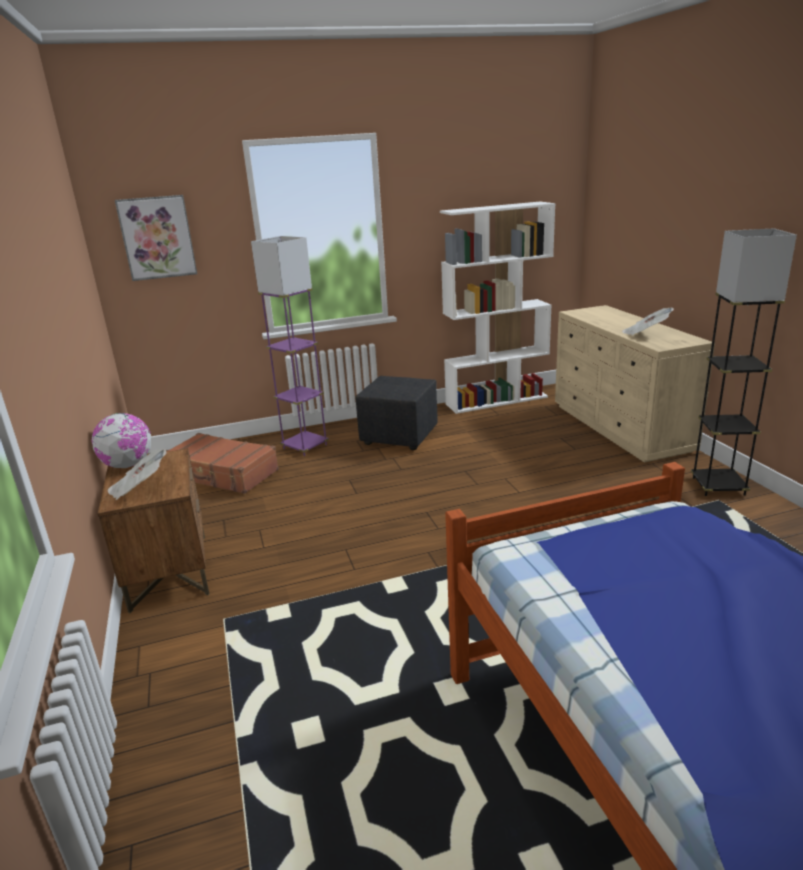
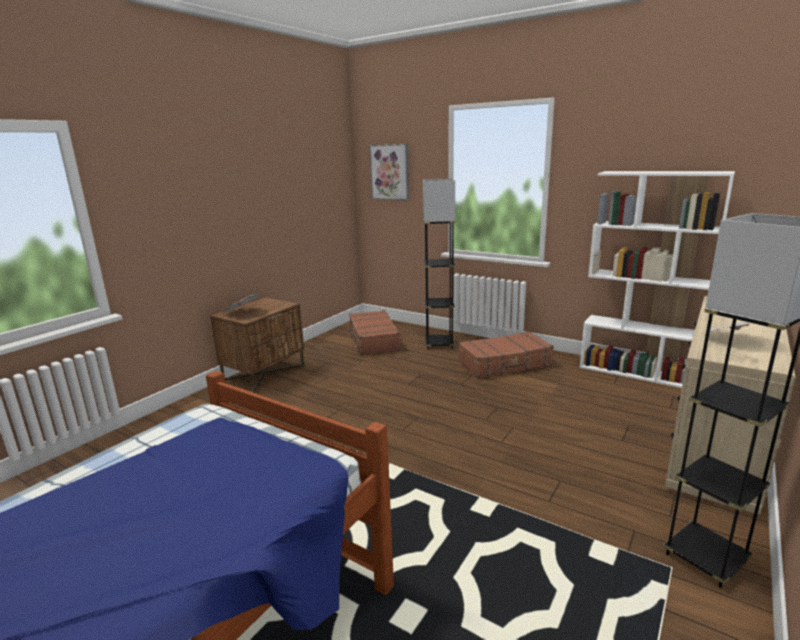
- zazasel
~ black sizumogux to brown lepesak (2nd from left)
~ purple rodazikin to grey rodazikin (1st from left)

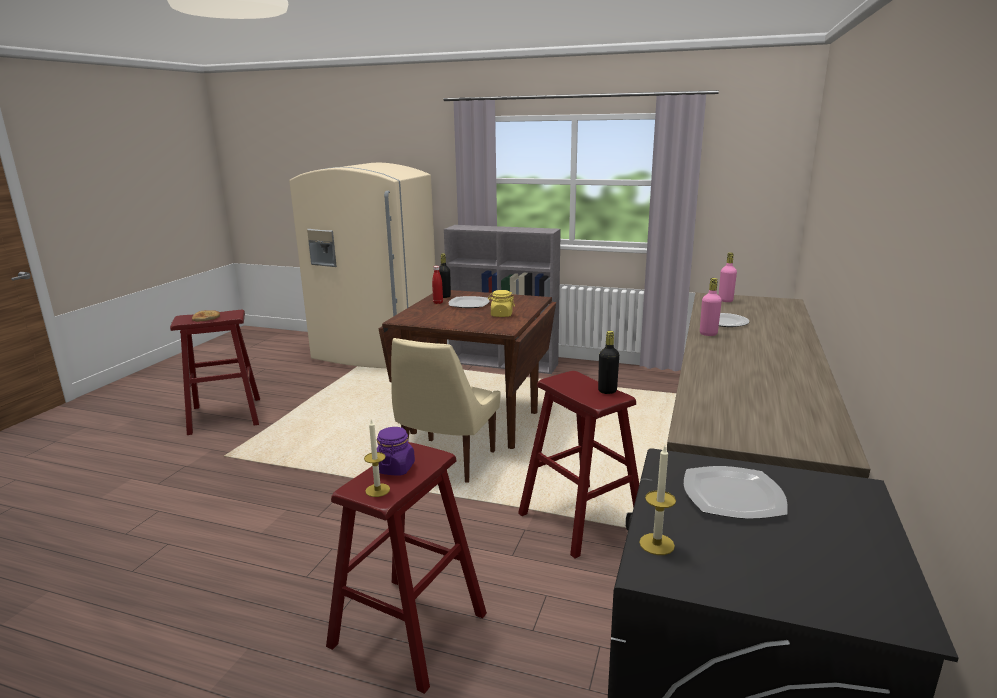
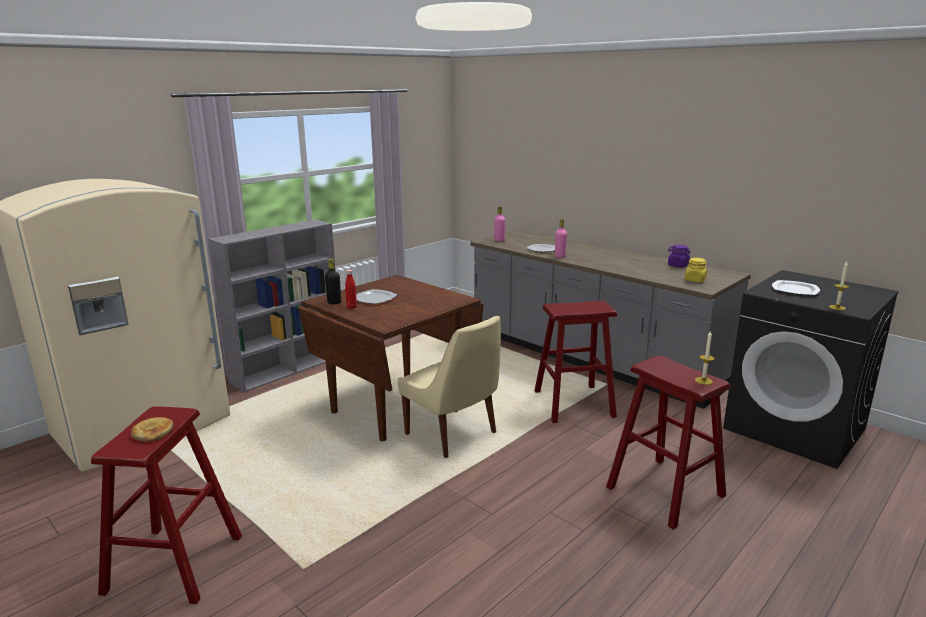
- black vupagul (2nd from left)
~ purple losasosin
~ yellow losasosin

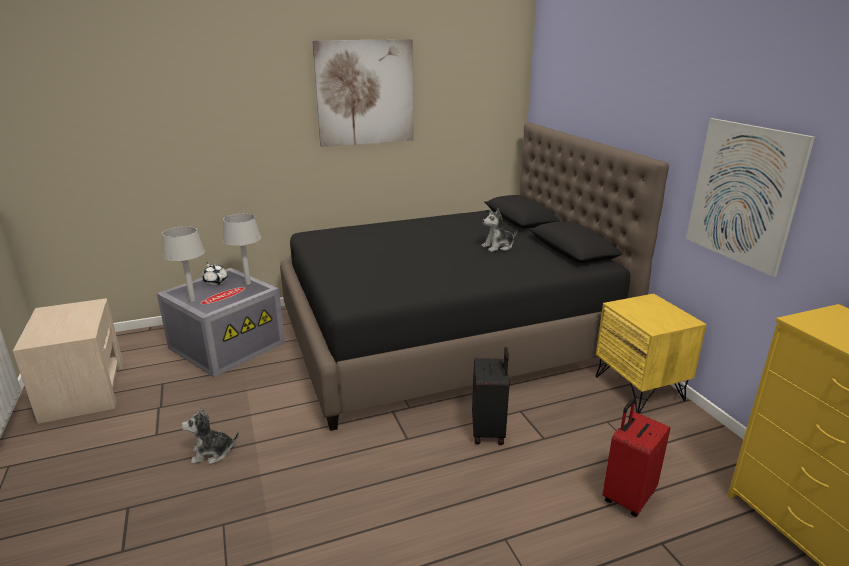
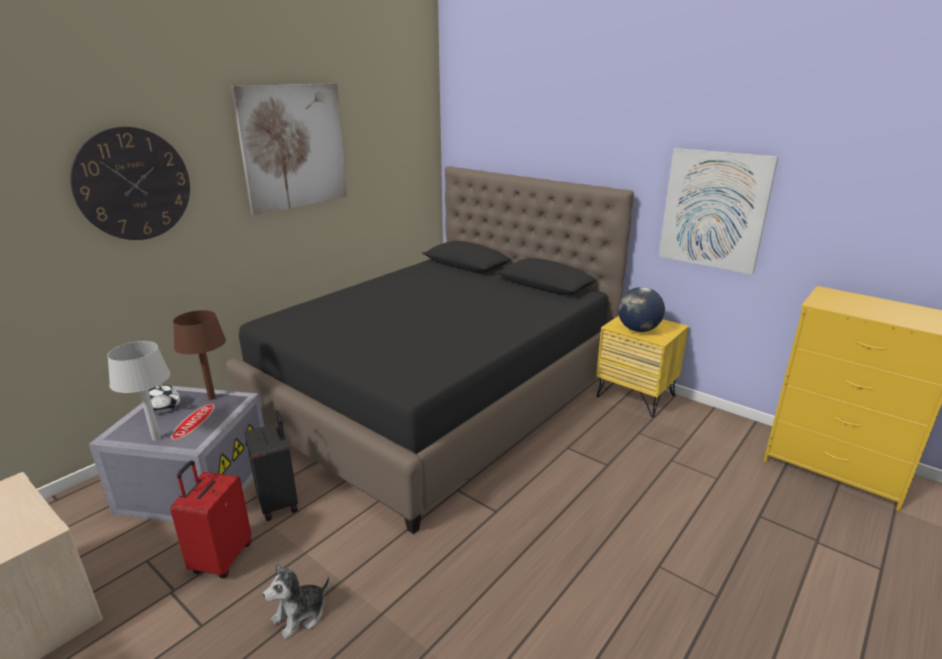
- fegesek (2nd from left)
+ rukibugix
+ zazasel
~ black lepesak
~ red lepesak
~ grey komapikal (2nd from left) to brown komapikal

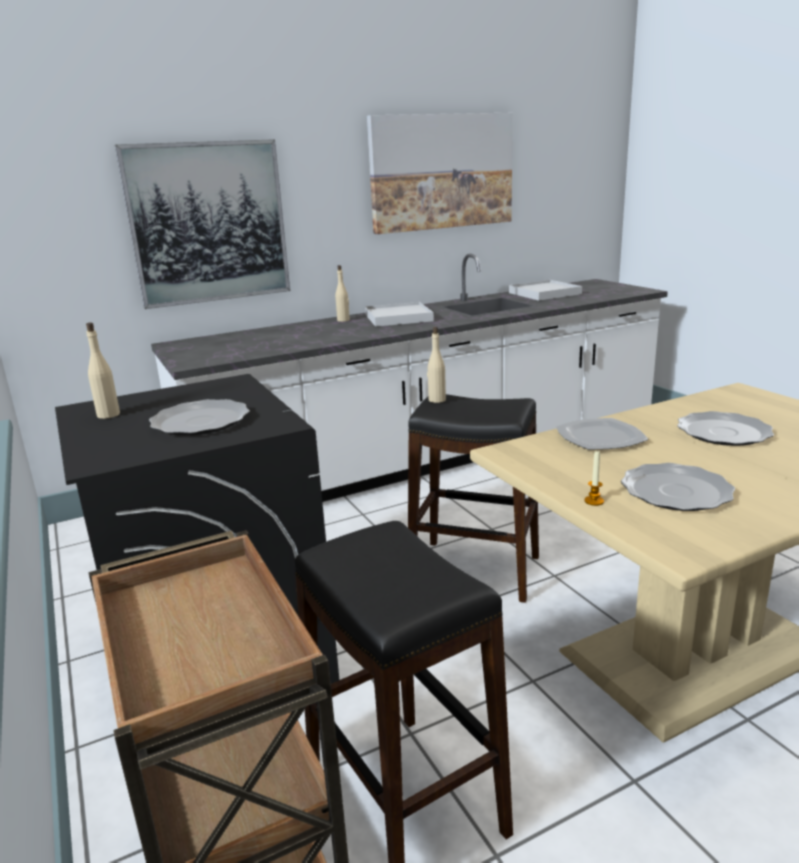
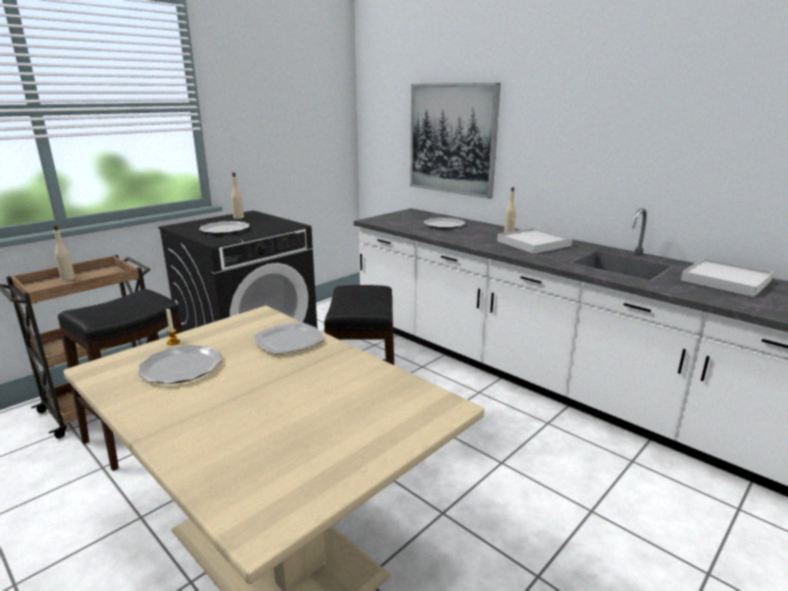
- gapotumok (2nd from left)
~ beige vupagul (3rd from left in the first image) to beige vupagul (1st from left)
~ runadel (4th from left)

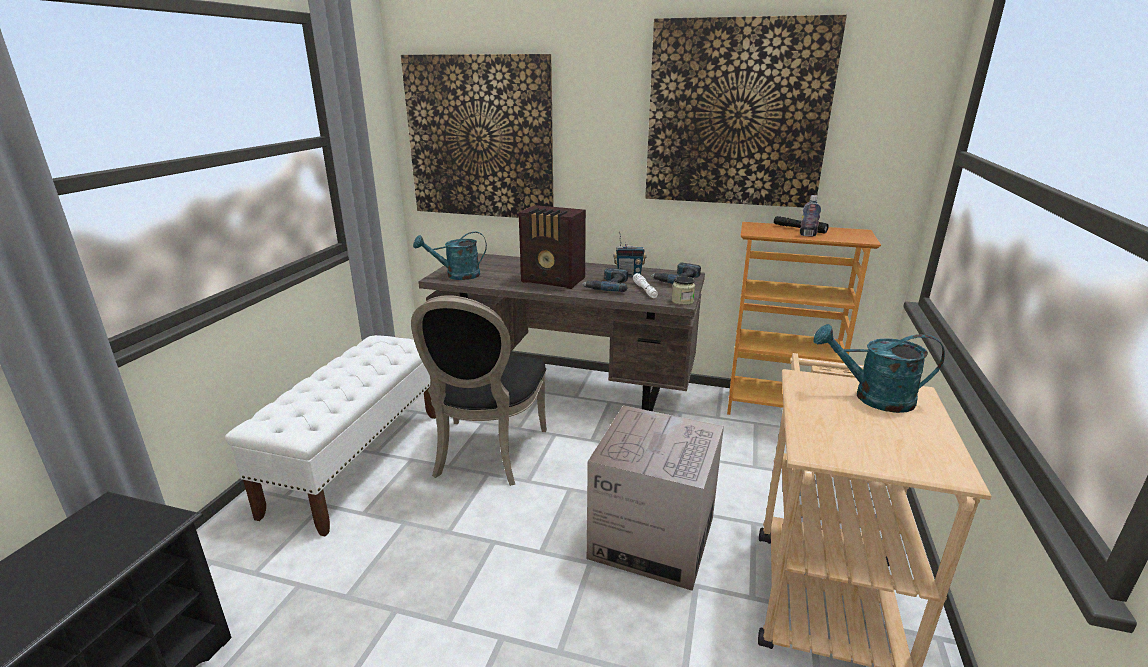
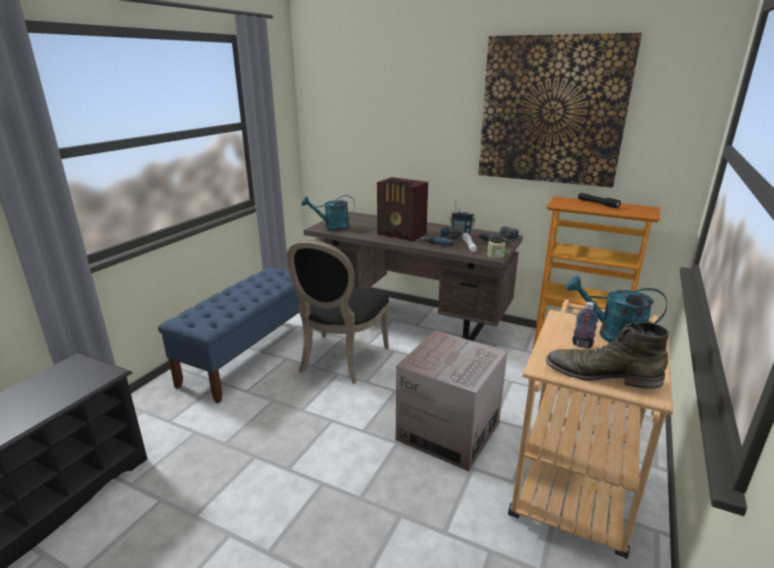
- gapotumok (1st from left)
+ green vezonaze
~ vupagul
~ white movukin to blue movukin

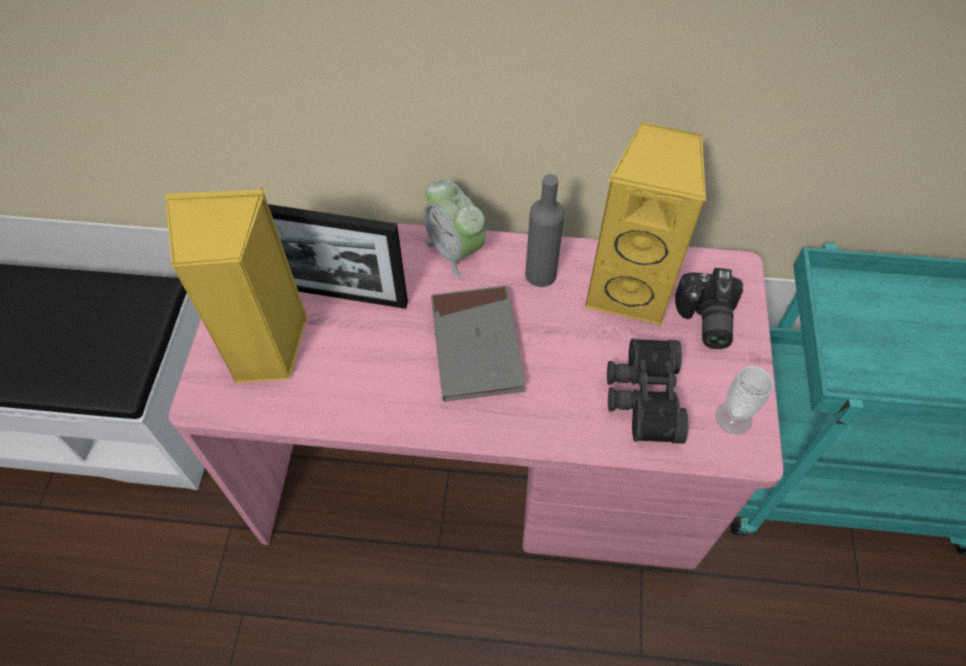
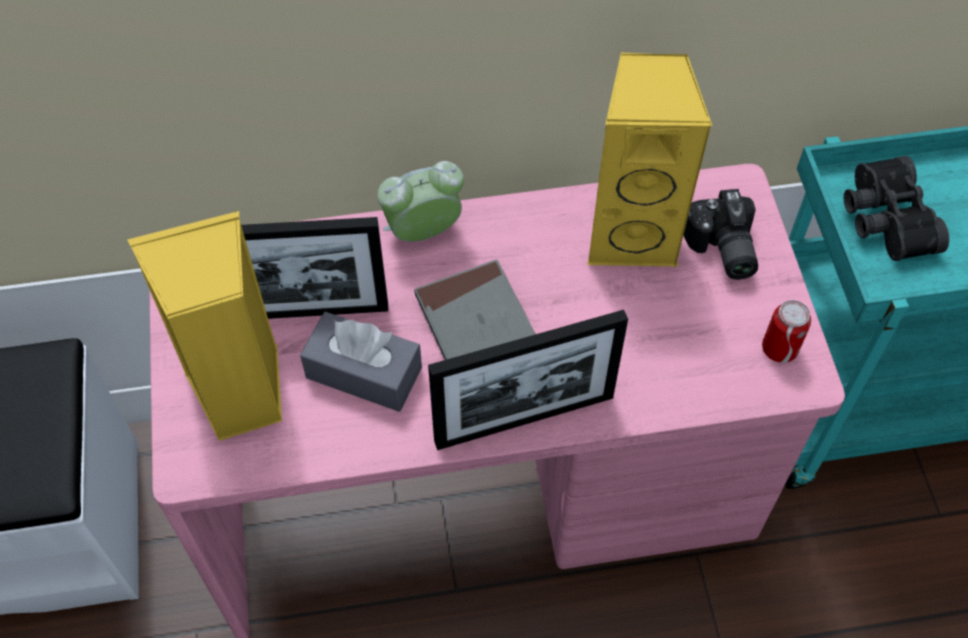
- grey vupagul
+ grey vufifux
+ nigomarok (2nd from left)
~ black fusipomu
~ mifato to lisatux
~ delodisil 120 degrees clockwise

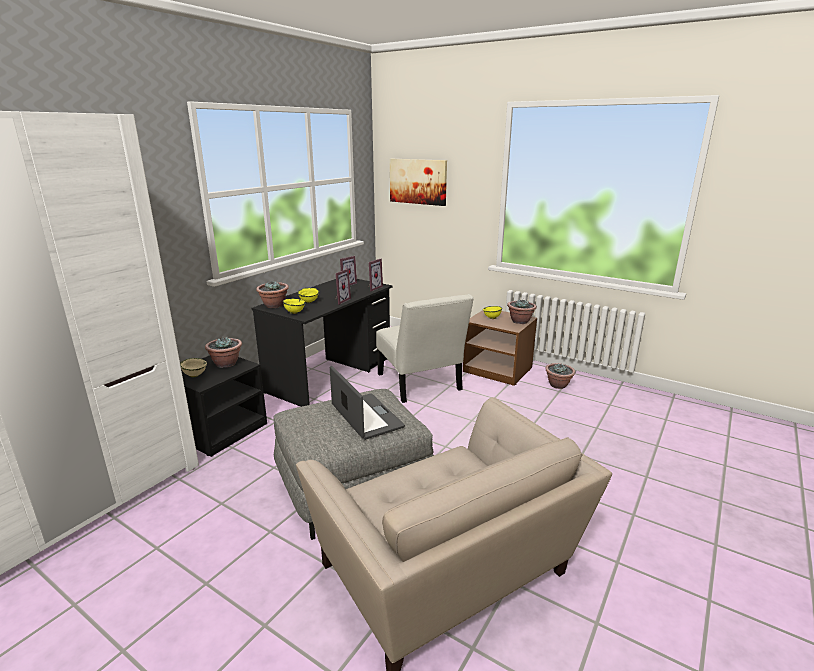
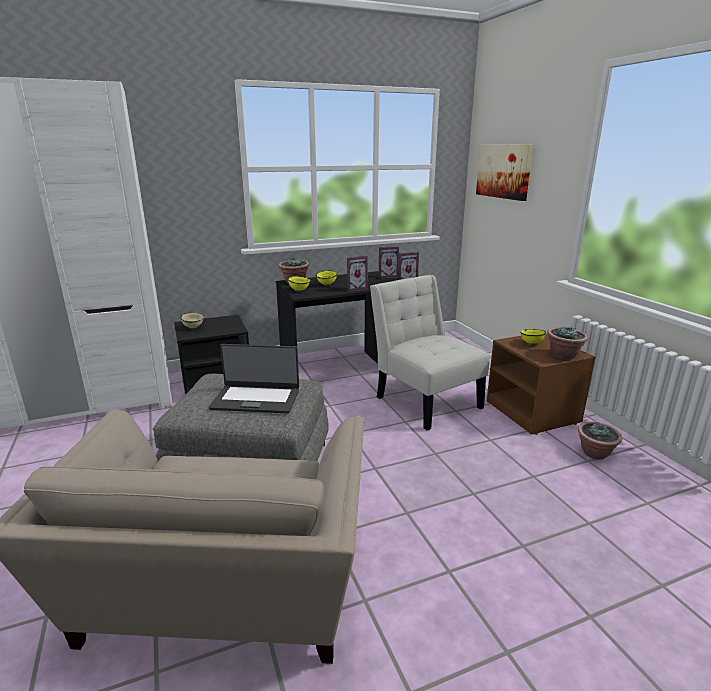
- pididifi (1st from left)
~ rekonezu 90 degrees clockwise
~ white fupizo 135 degrees clockwise

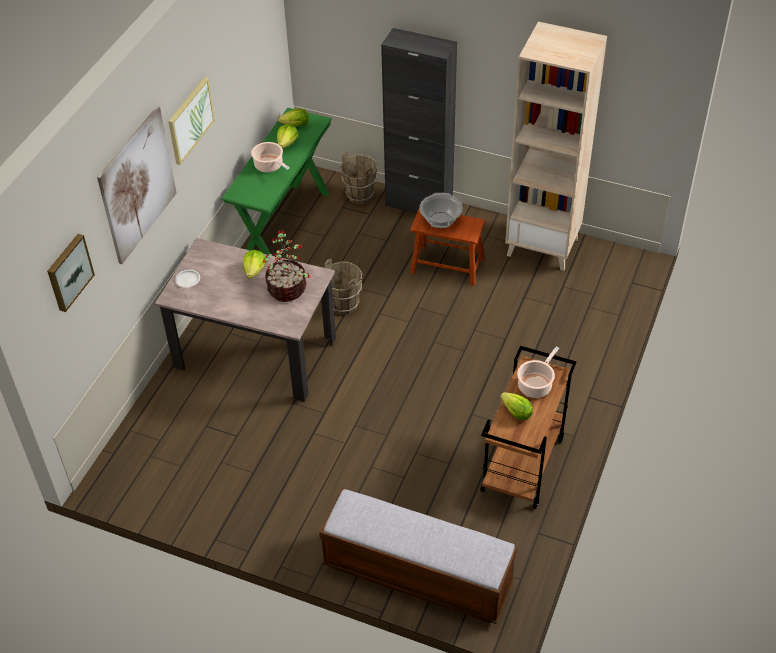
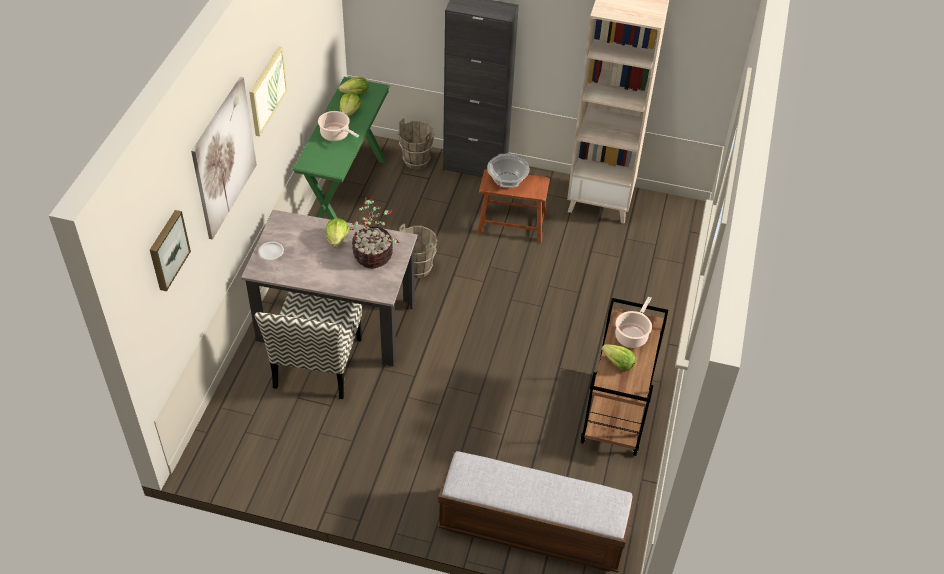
+ fupizo

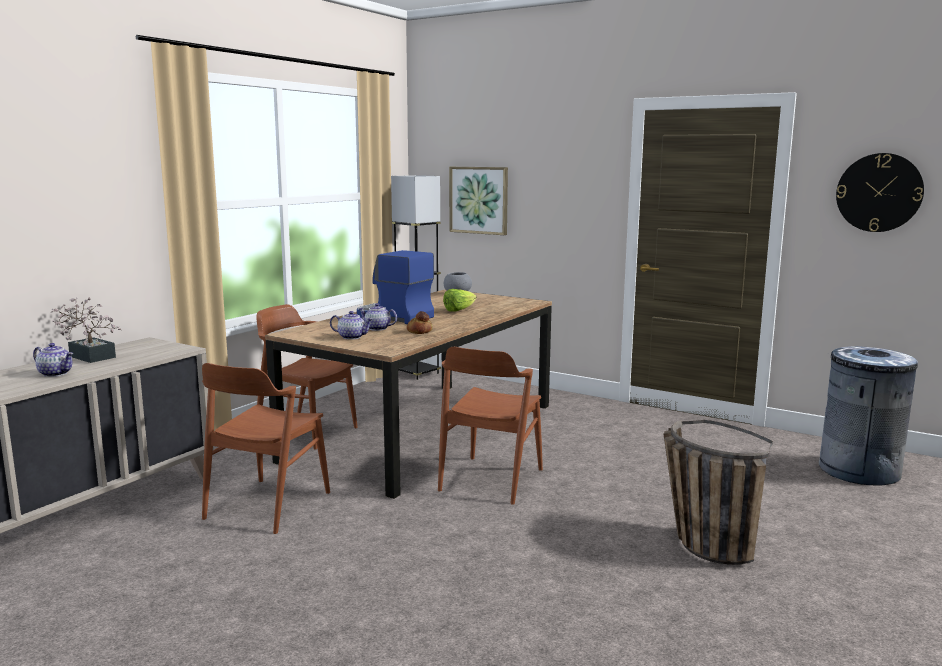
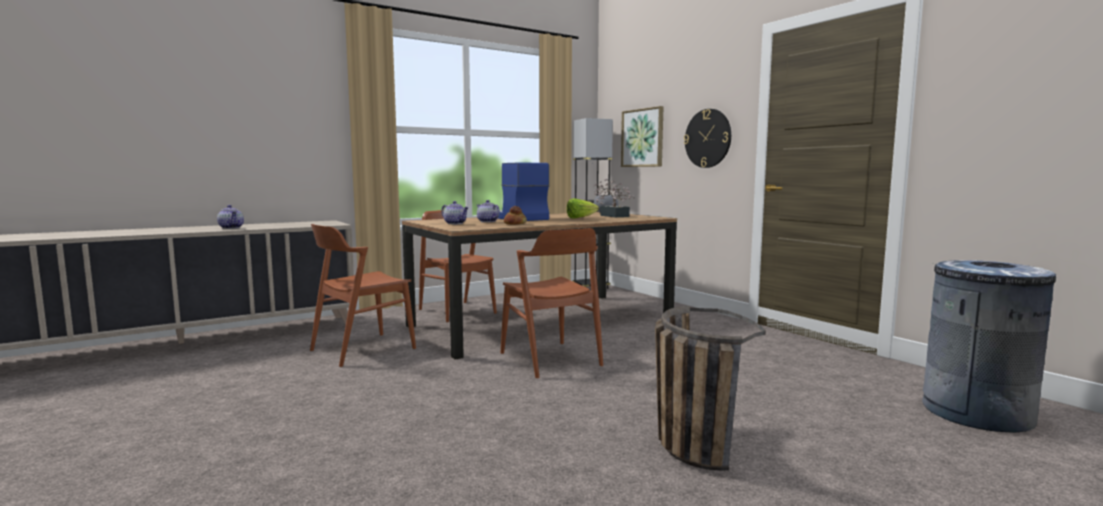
~ pididifi
~ rukibugix
~ brown fupizo (3rd from left) 75 degrees counterclockwise

